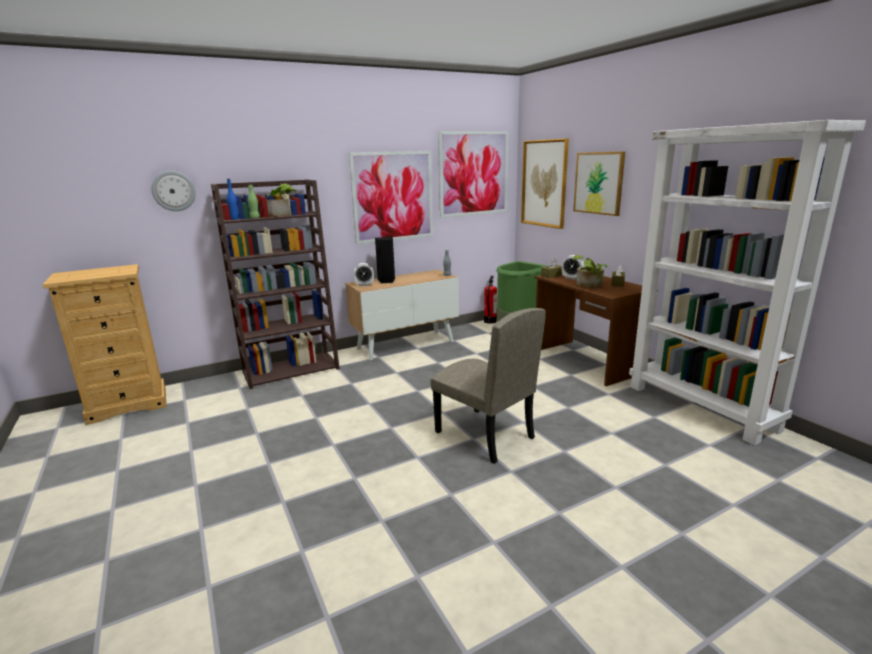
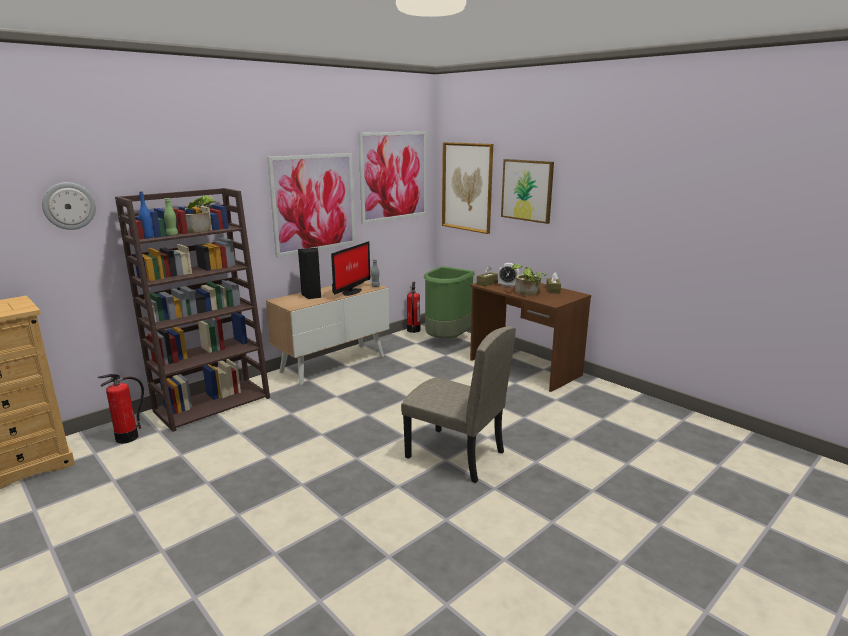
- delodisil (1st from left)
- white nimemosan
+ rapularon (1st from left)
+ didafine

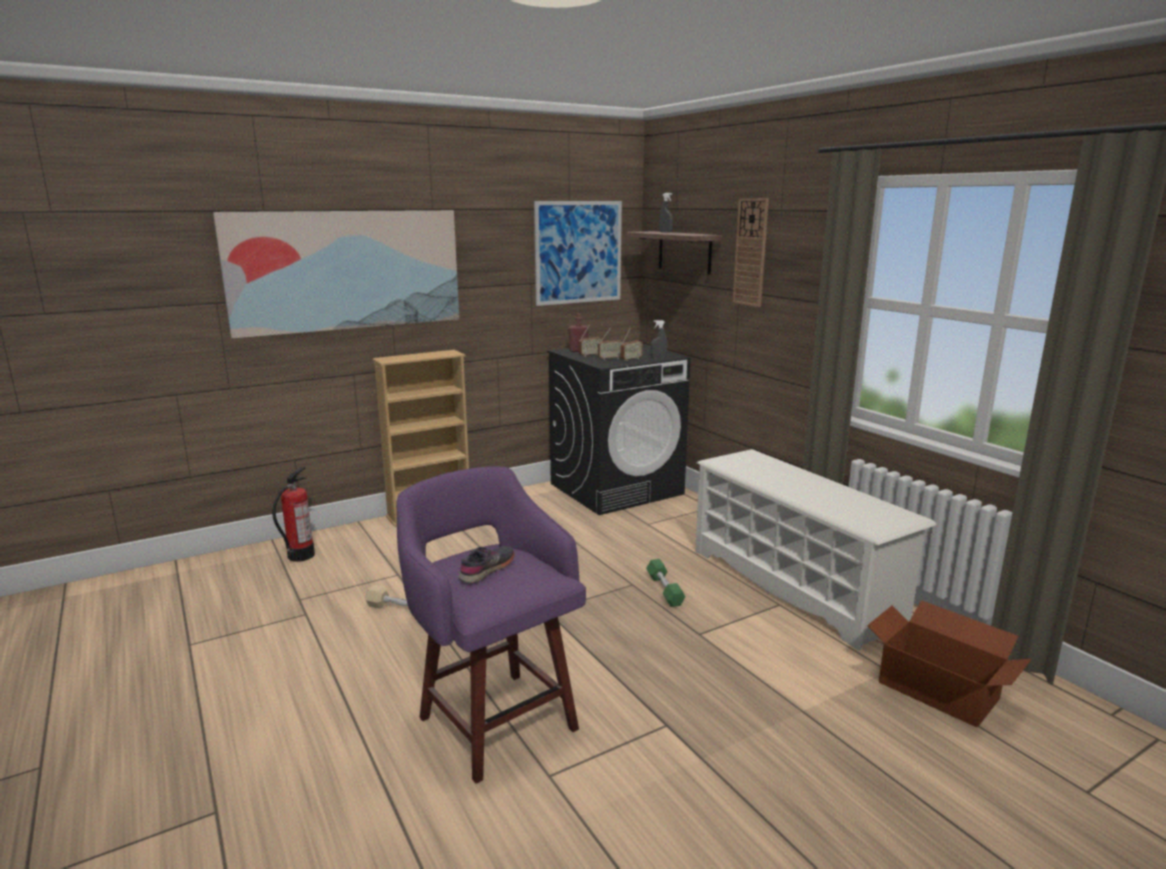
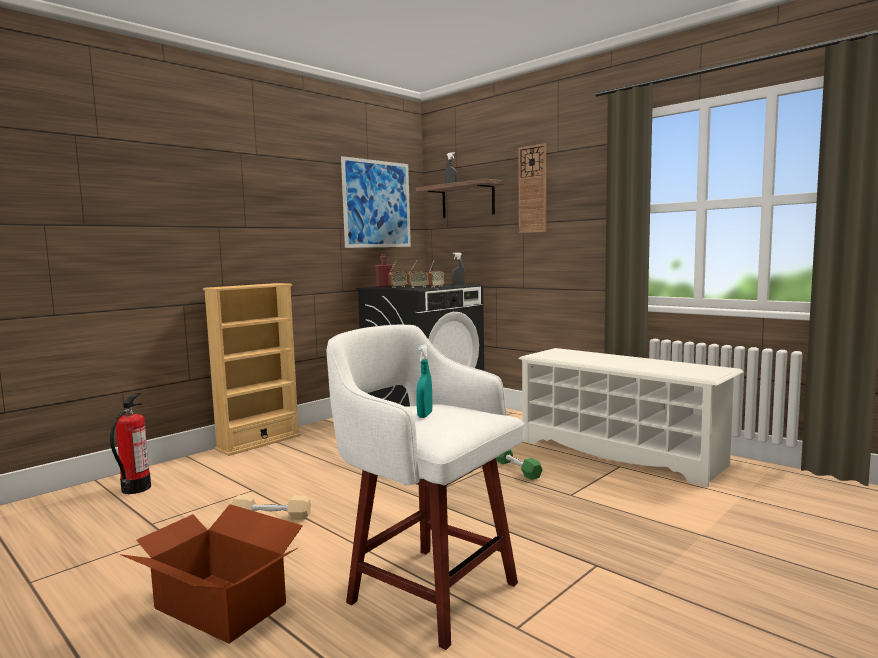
- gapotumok (1st from left)
~ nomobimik
~ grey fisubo to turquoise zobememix
~ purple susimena to white susimena

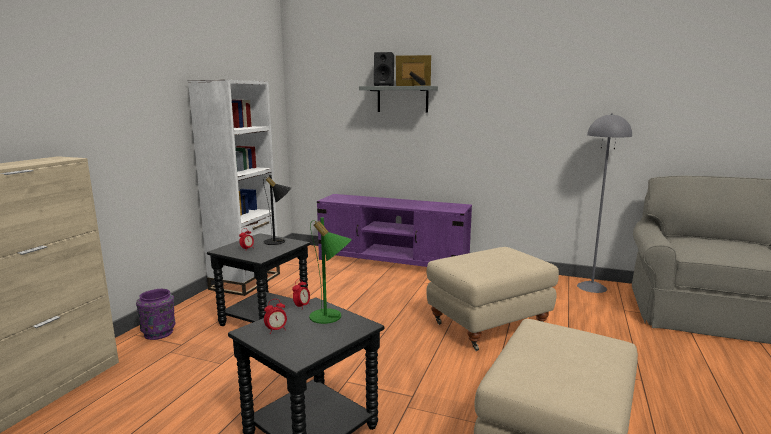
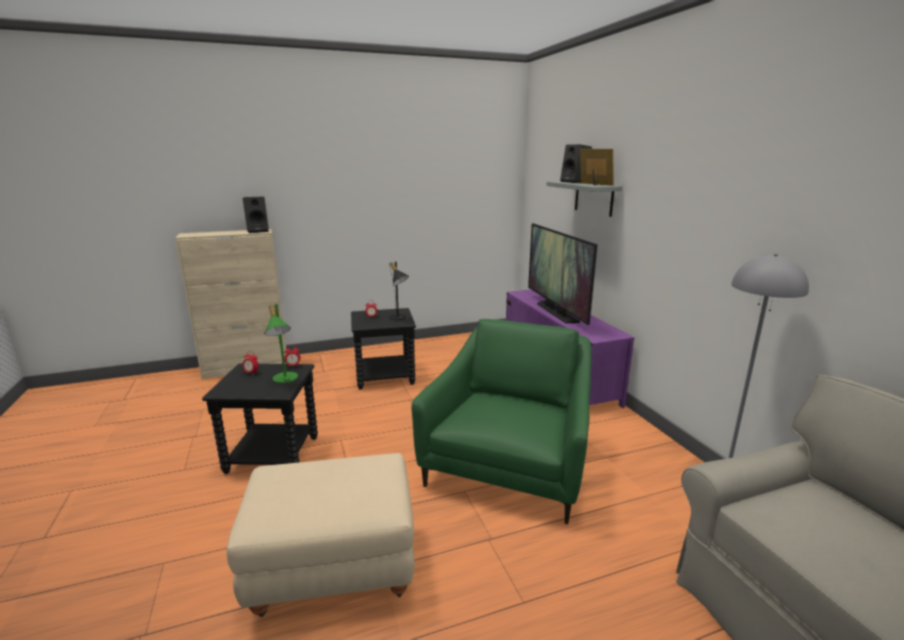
- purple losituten
- white nimemosan
+ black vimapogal (1st from left)
+ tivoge
~ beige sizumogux (1st from left) to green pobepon

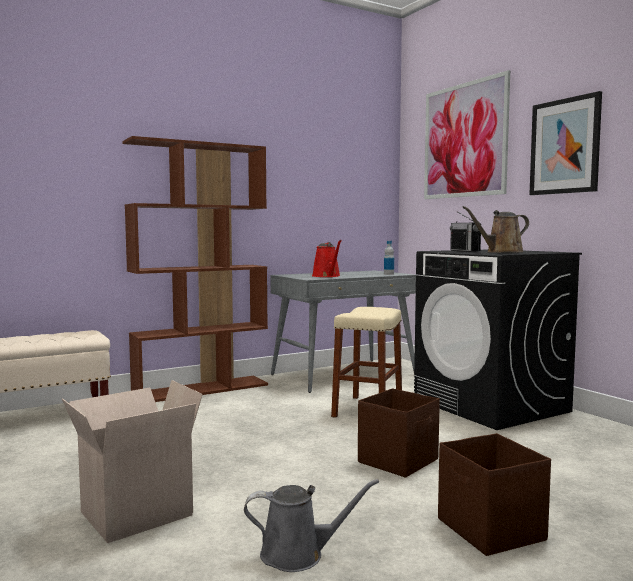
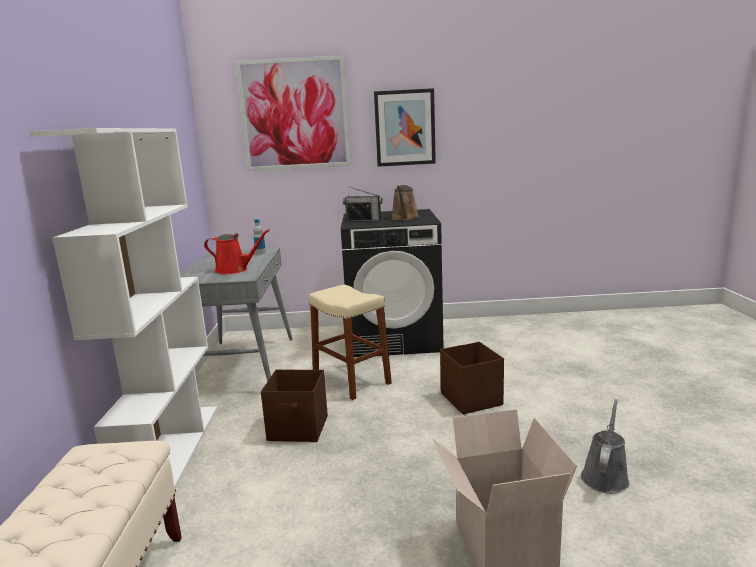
~ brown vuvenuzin (2nd from left in the first image) to brown vuvenuzin (1st from left)
~ brown nimemosan to white nimemosan

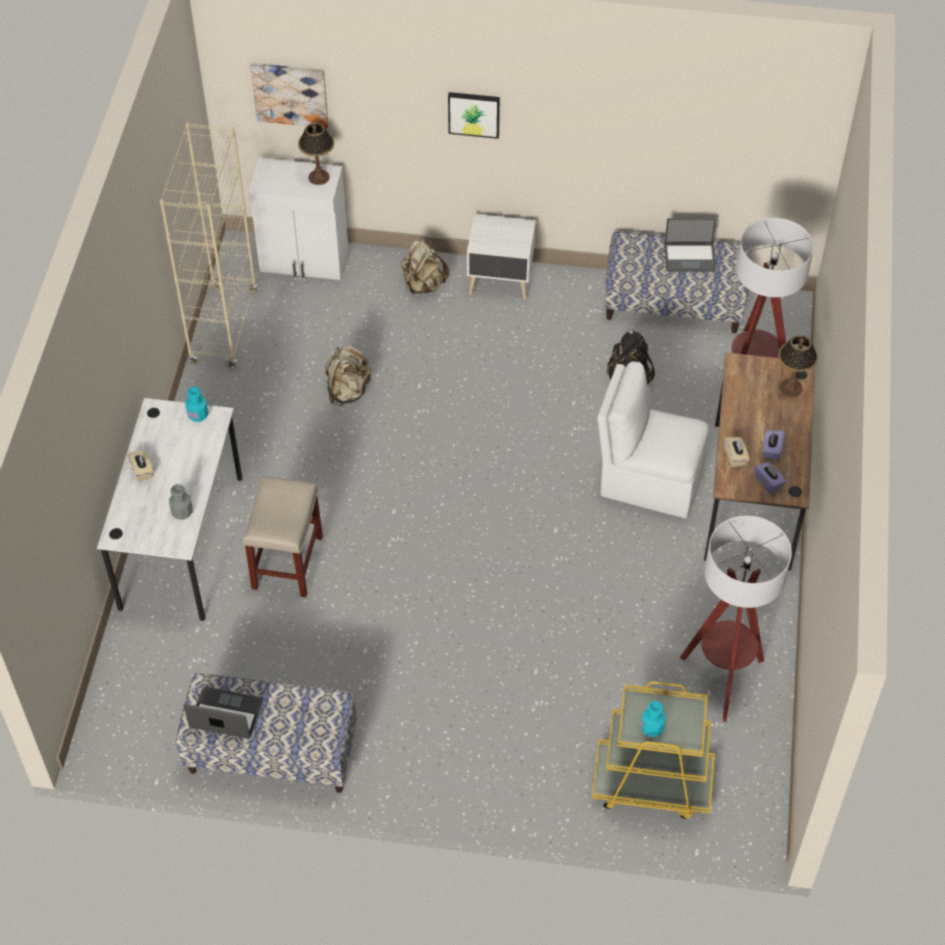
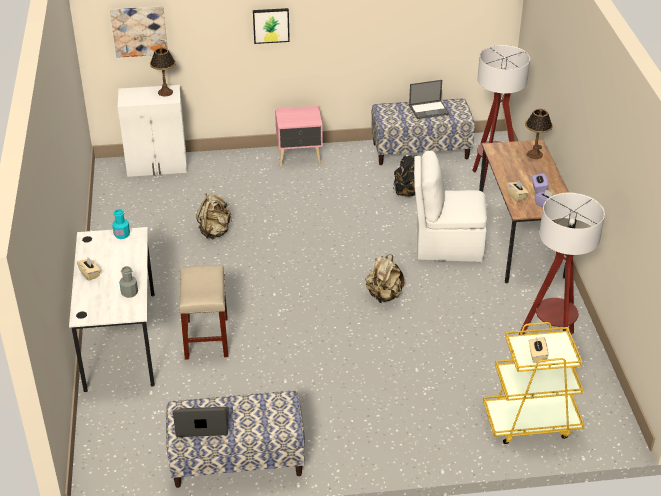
- beige nimemosan
~ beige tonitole (2nd from left)
~ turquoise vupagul (2nd from left) to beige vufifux (3rd from left)
~ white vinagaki to pink vinagaki

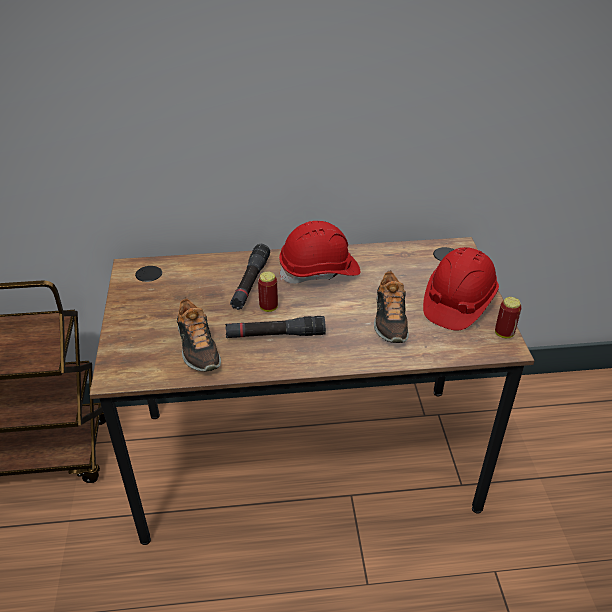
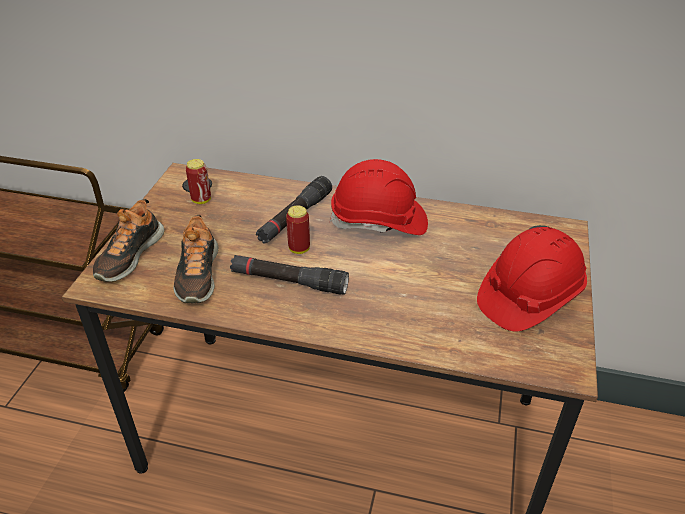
~ fisubo (2nd from left in the first image) to fisubo (1st from left)
~ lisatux (2nd from left in the first image) to lisatux (1st from left)

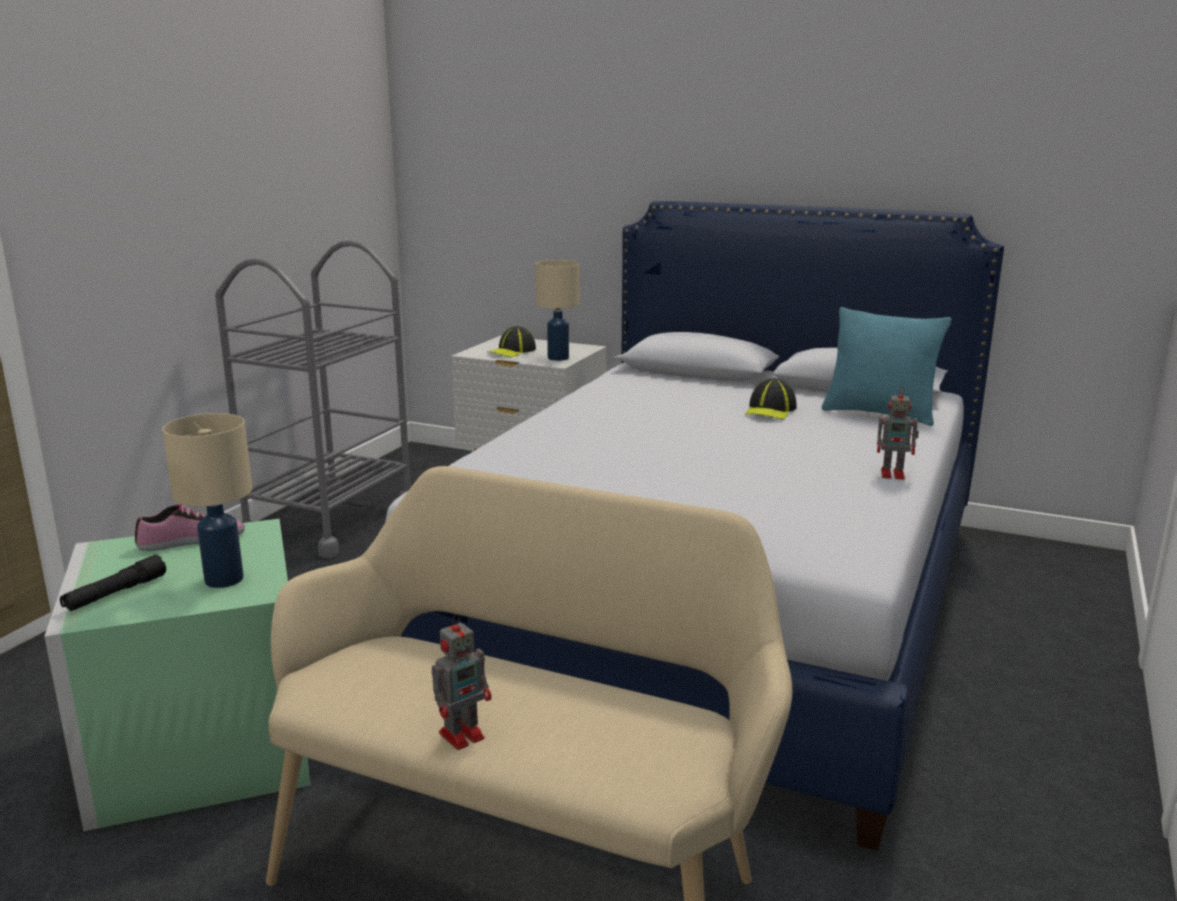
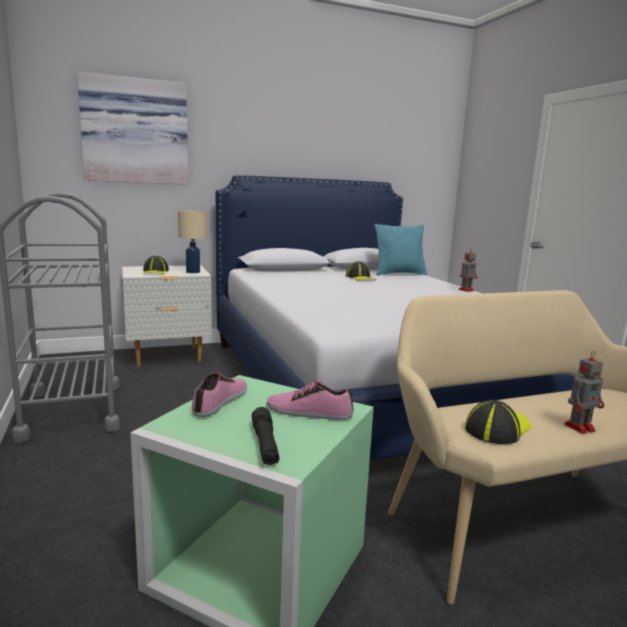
+ gapotumok
+ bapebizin (3rd from left)
~ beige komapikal (1st from left) to fisubo (2nd from left)
~ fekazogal (1st from left in the first image) 60 degrees clockwise

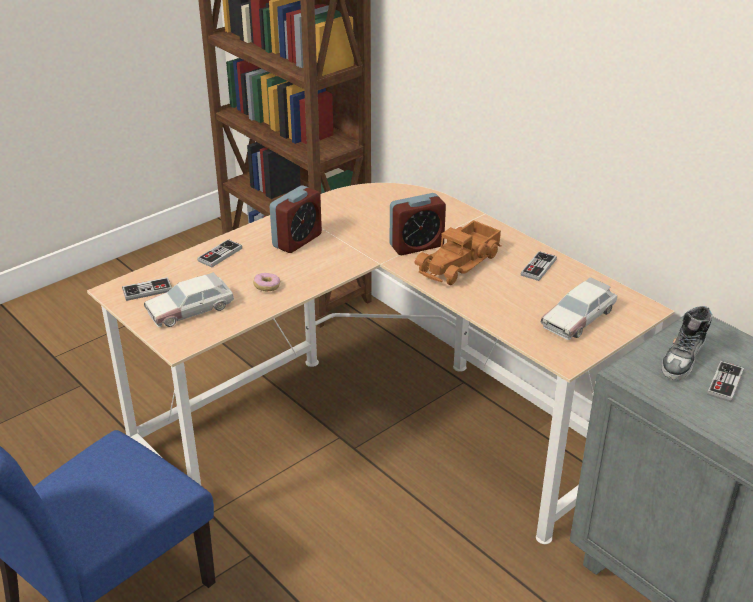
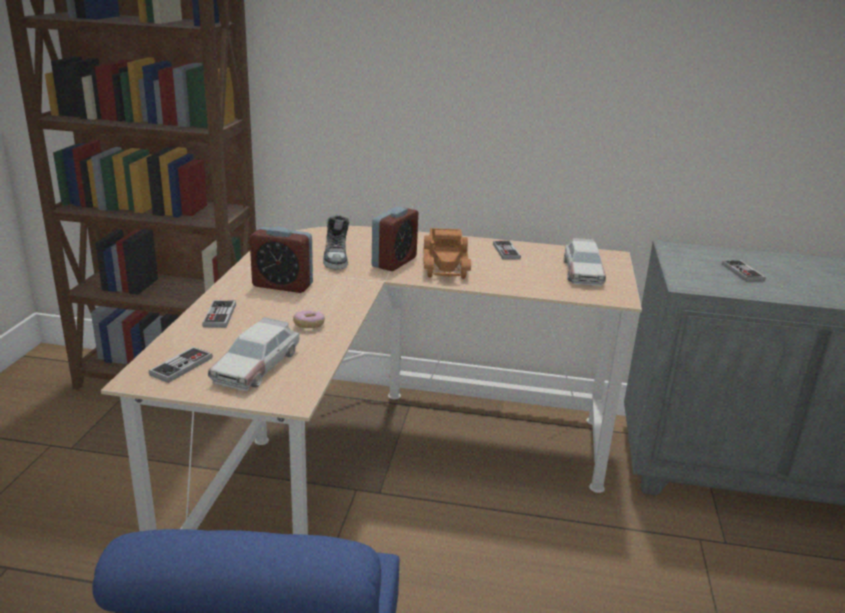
~ fisubo
~ delodisil (1st from left) 105 degrees clockwise

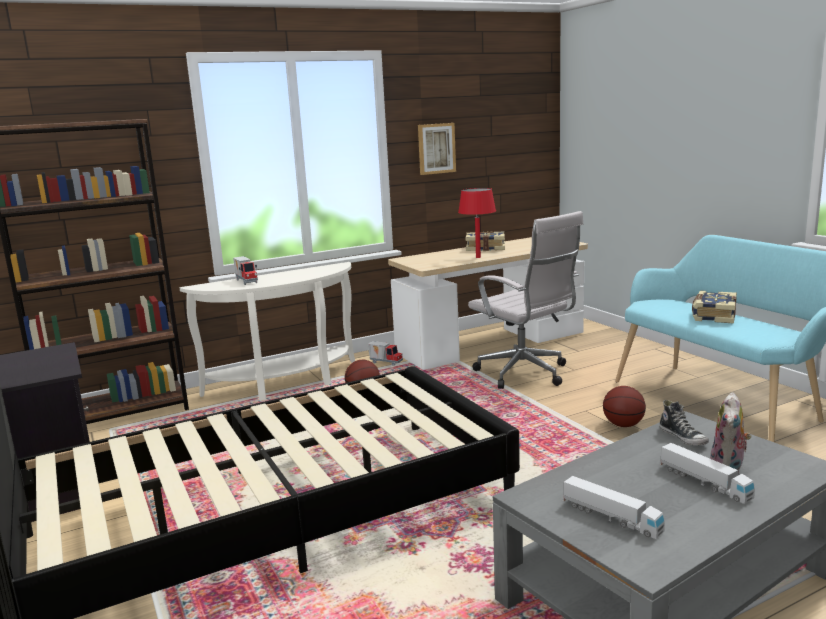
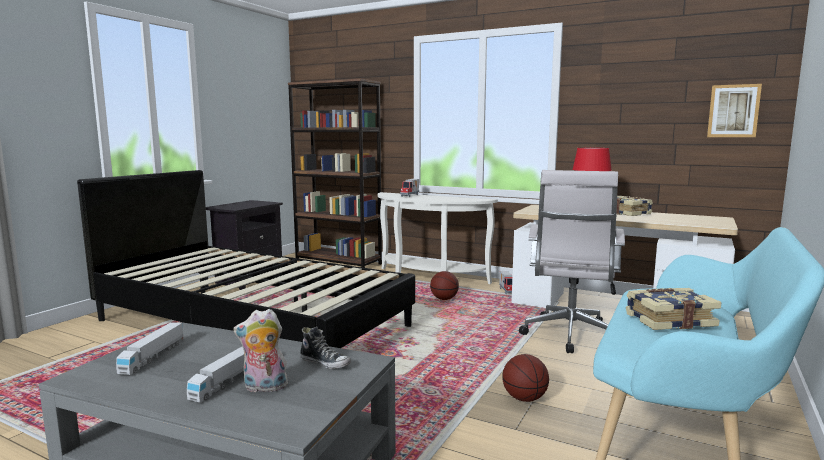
~ gapotumok
~ fisubo 90 degrees counterclockwise

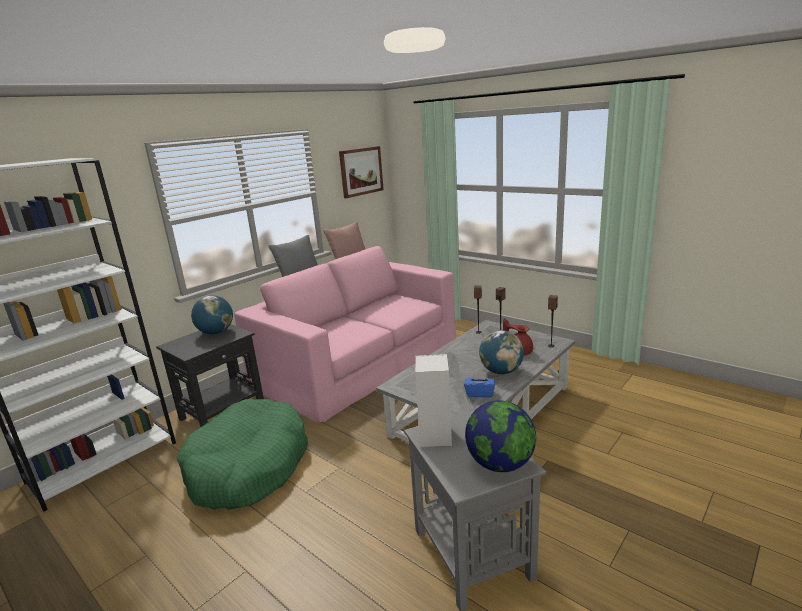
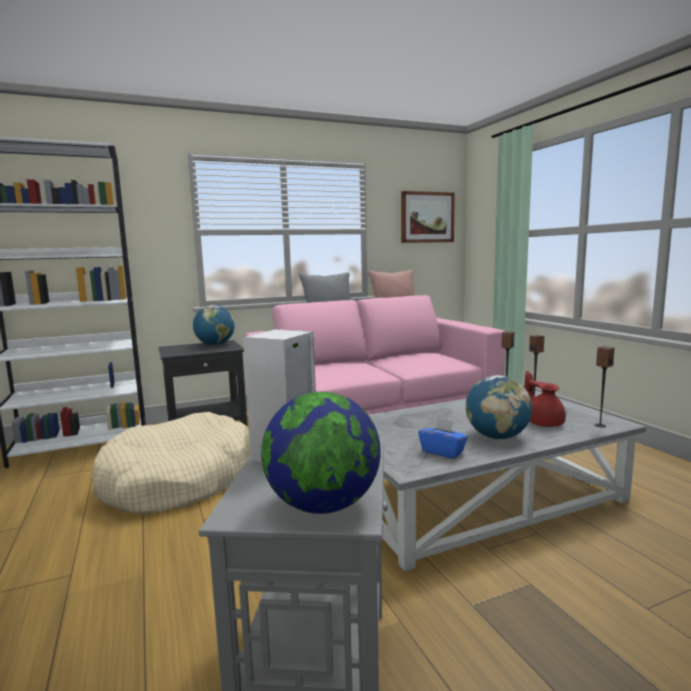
~ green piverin to beige piverin

